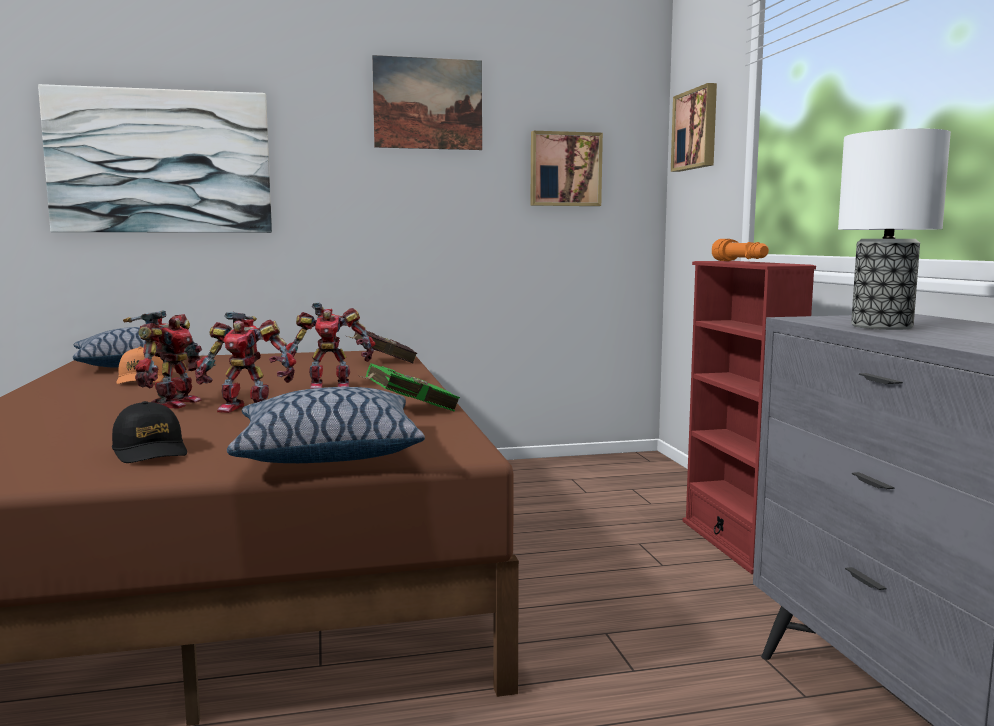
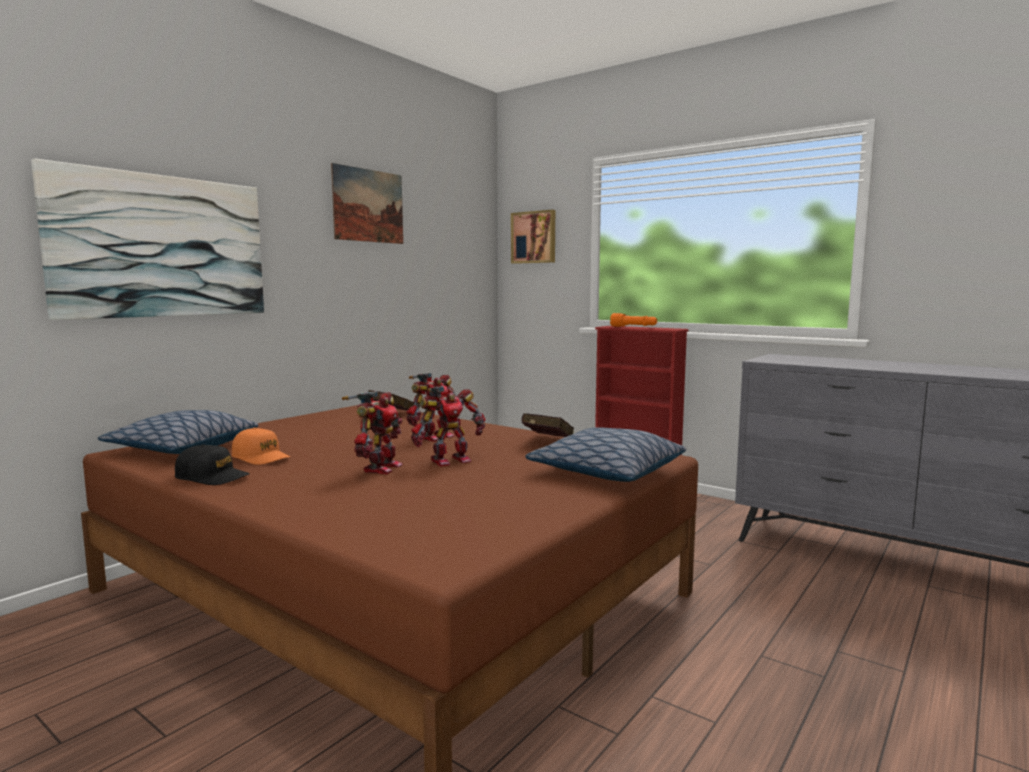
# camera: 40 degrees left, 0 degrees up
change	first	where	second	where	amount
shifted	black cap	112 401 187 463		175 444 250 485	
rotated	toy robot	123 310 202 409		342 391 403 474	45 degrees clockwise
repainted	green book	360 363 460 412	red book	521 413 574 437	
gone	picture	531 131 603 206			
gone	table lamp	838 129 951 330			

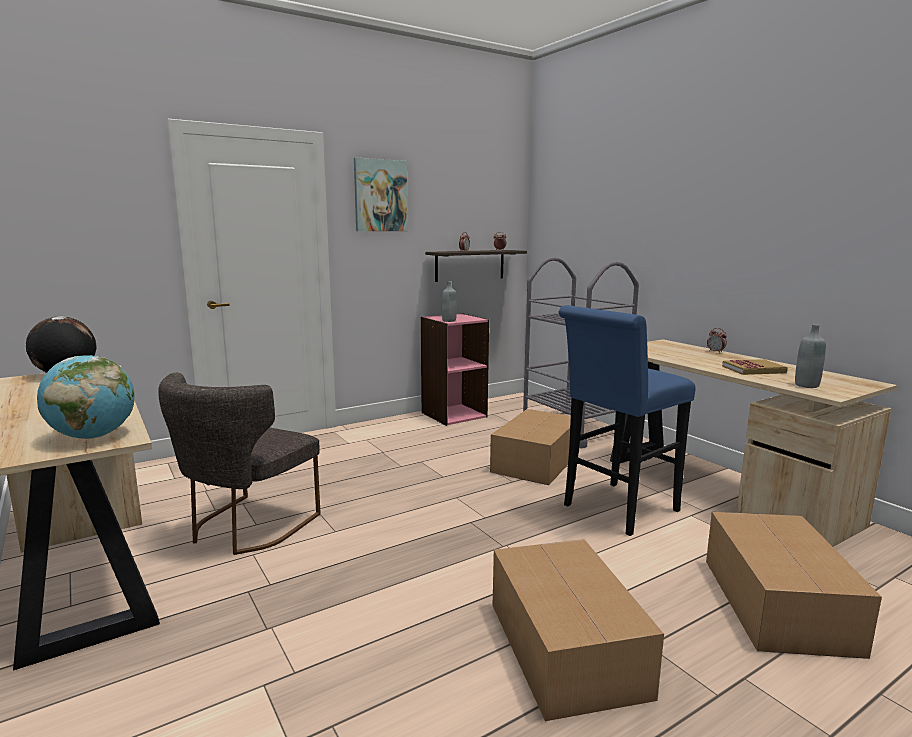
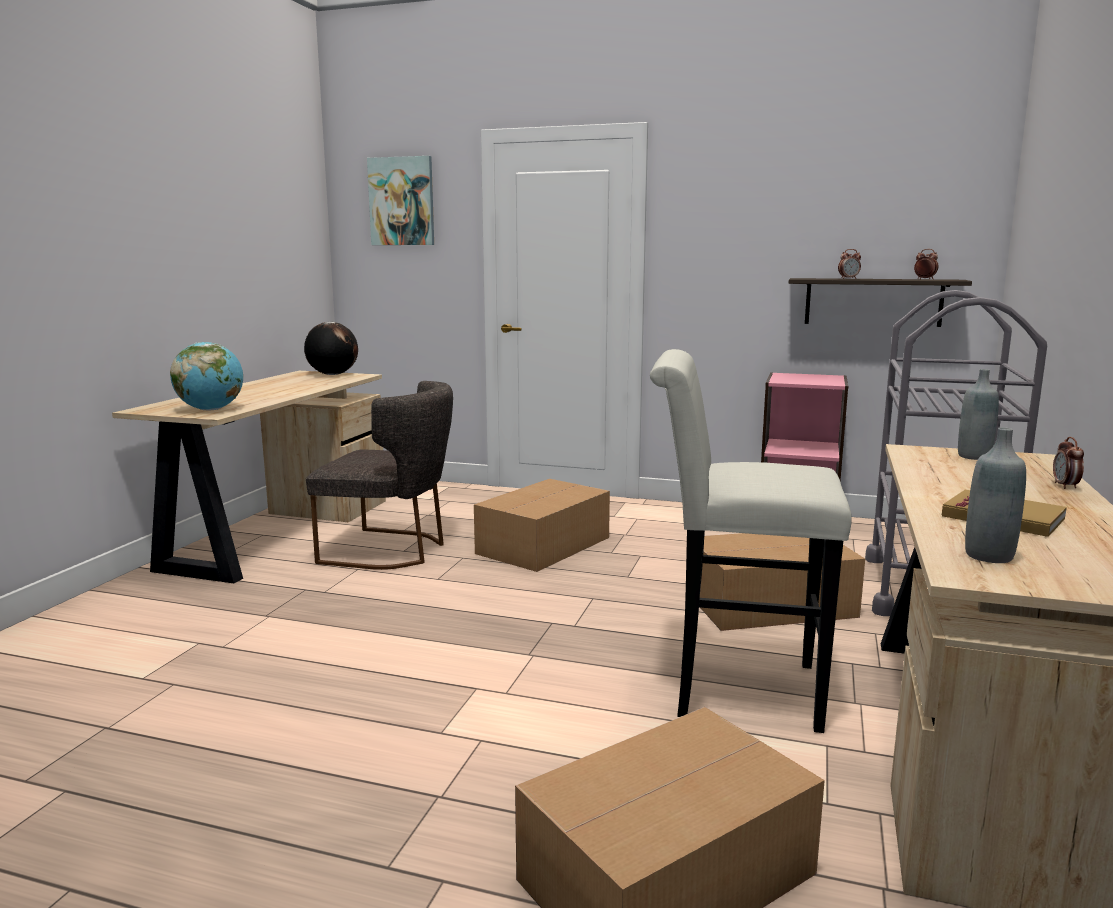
# camera: 50 degrees right, 0 degrees up
change	first	where	second	where	amount
rotated	grey chair	158 373 321 555		306 381 453 570	150 degrees counterclockwise
shifted	picture	354 158 408 231		367 156 434 245	
shifted	cardboard box	493 539 664 721		474 479 610 572	
repainted	blue stool	559 305 695 536	white stool	650 349 852 733	
shifted	grey bottle	442 281 457 322		958 369 999 460	

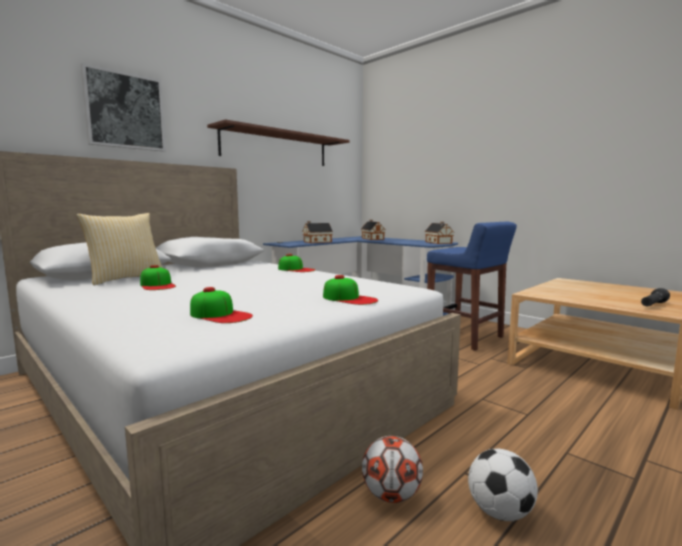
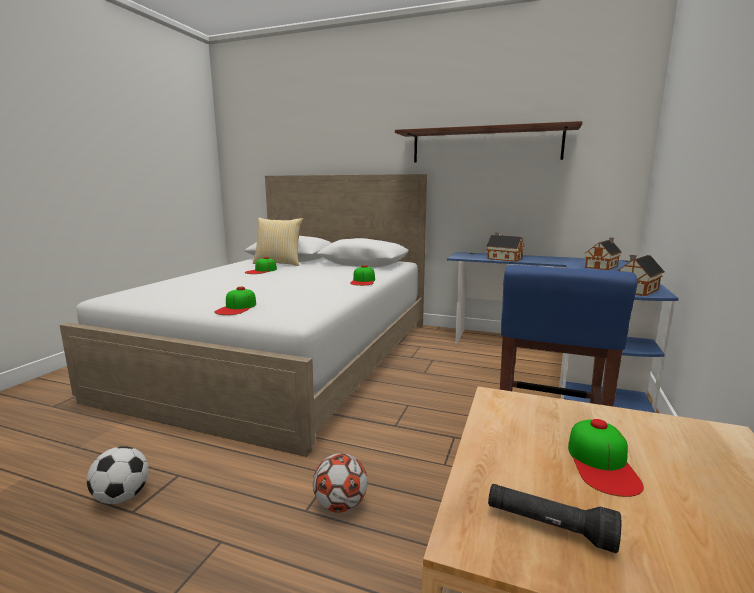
# camera: 65 degrees right, 5 degrees up
change	first	where	second	where	amount
shifted	football	362 436 423 503		313 453 368 513	
shifted	cap	190 287 253 323		568 419 644 497	
gone	picture	81 63 166 152			

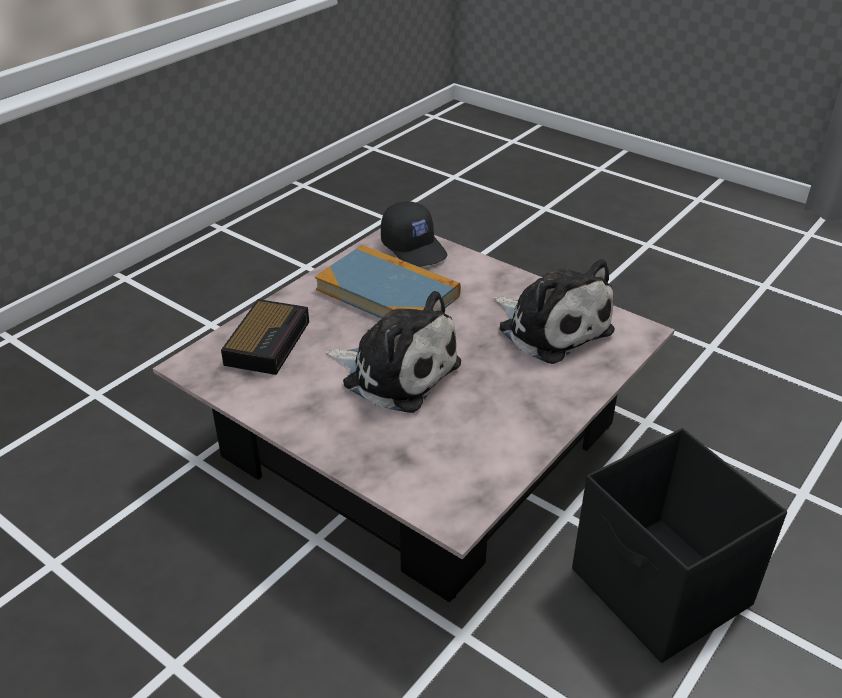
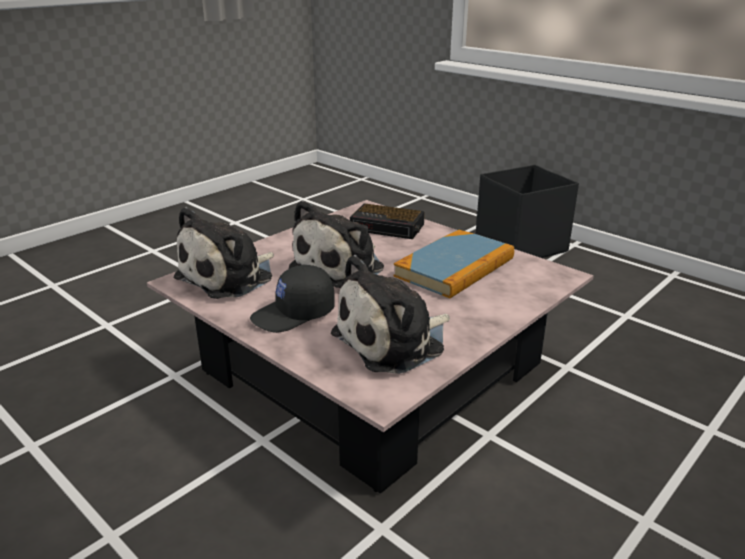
# camera: 95 degrees right, 10 degrees down
change	first	where	second	where	amount
new			plush toy	174 207 274 299	
shifted	black cap	381 201 447 267		250 265 335 333	
shifted	black storage box	572 428 787 663		476 165 579 258	

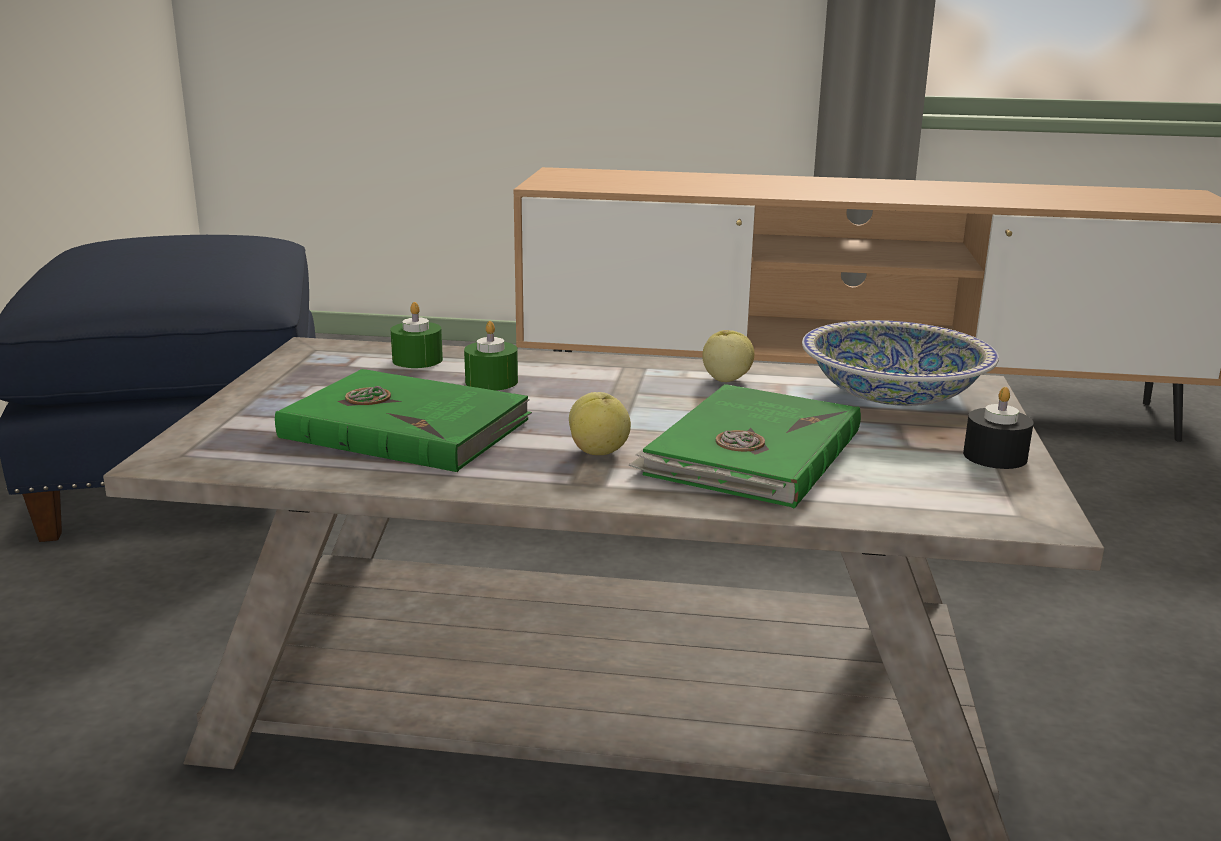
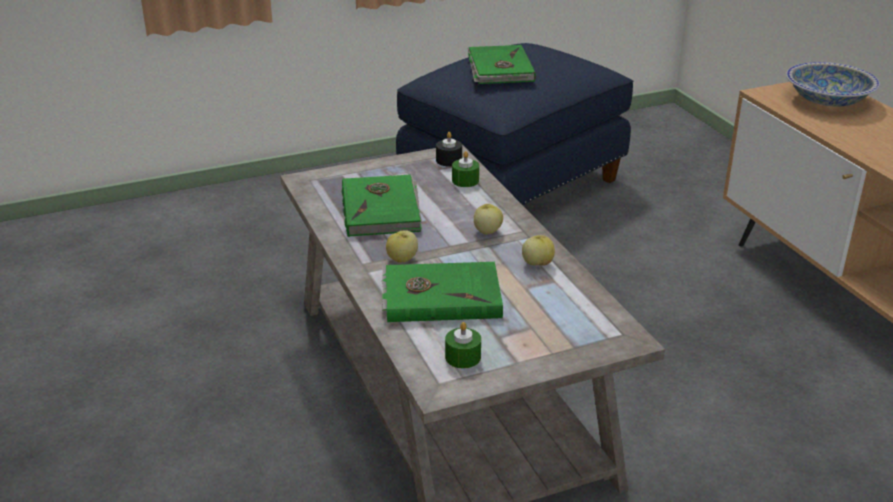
# camera: 60 degrees right, 10 degrees up
change	first	where	second	where	amount
shifted	black candle	963 387 1034 469		436 132 462 167	
shifted	green candle	464 321 518 391		445 322 481 368	
new			green book	468 45 536 84	
new			apple	474 204 503 234	
shifted	bowl	802 320 999 406		786 62 880 107	

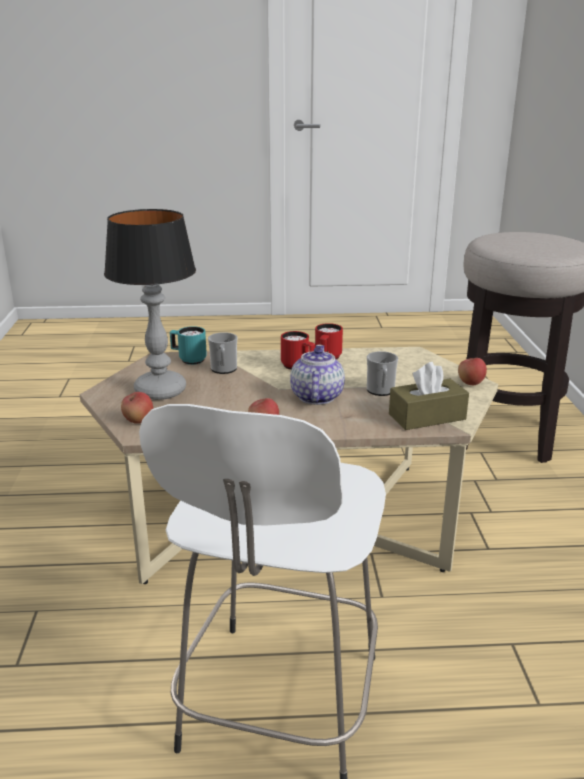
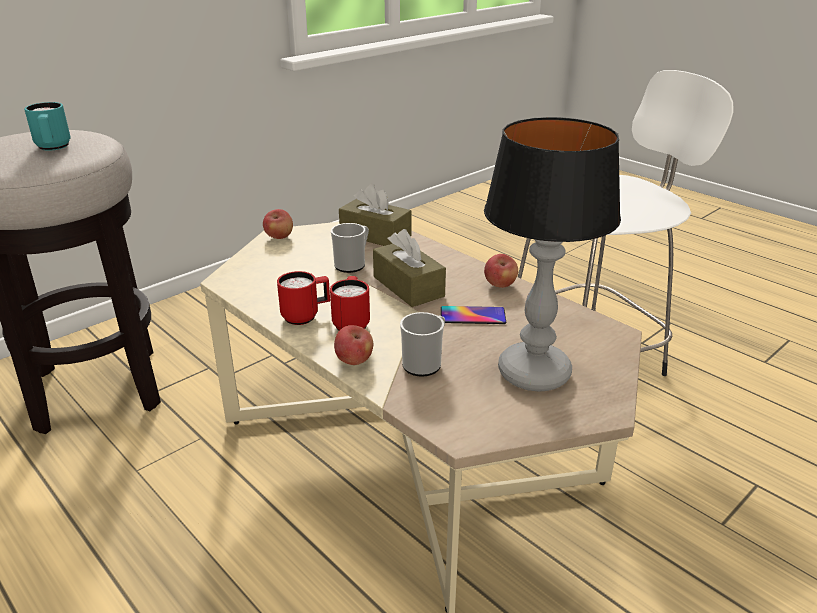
# camera: 130 degrees left, 5 degrees up
change	first	where	second	where	amount
shifted	turquoise mug	170 326 207 365		24 102 70 151	
shifted	apple	121 392 153 424		334 325 373 365	
swapped	teapot	290 345 345 405	brown tissue box	373 229 446 307	
new			phone	441 306 506 324	

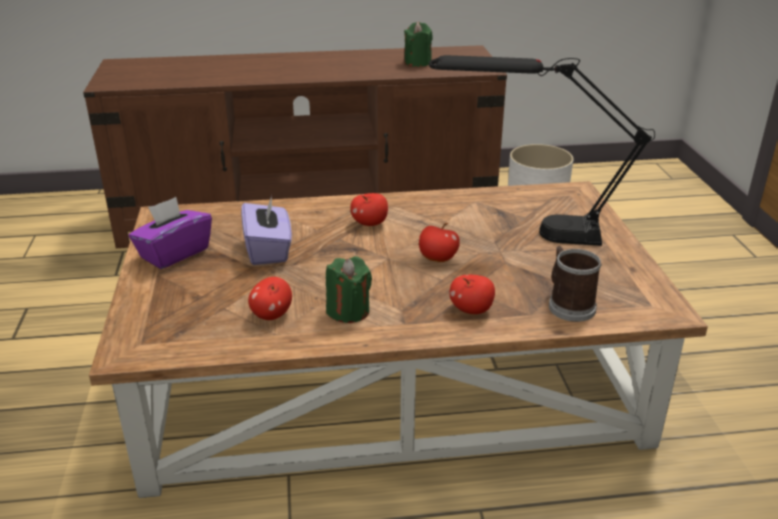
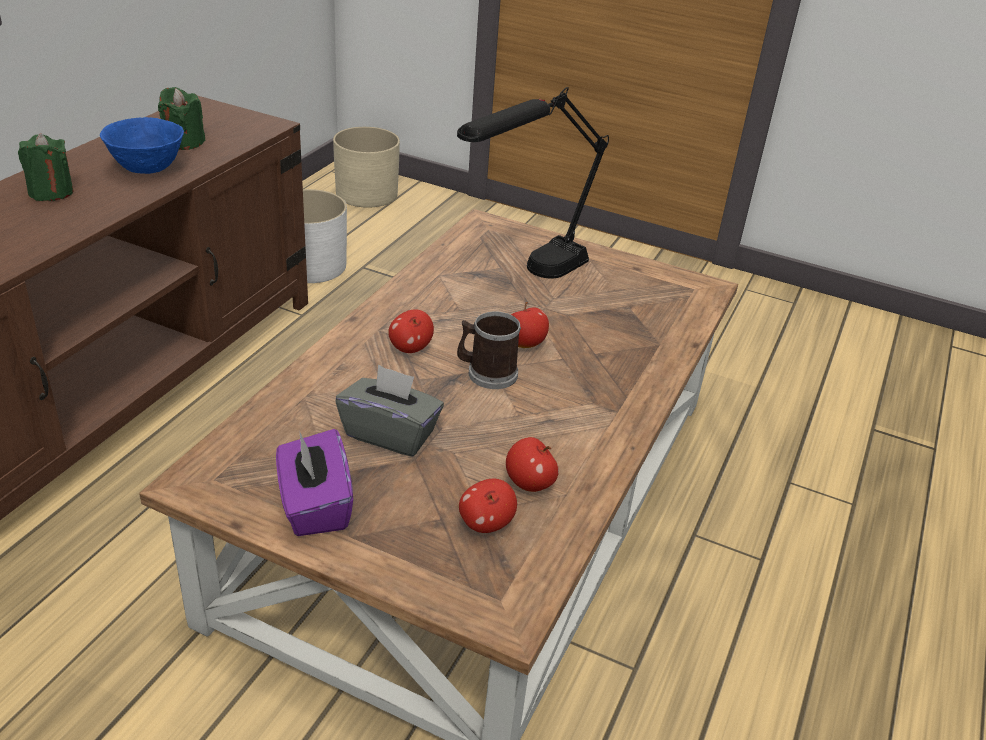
# camera: 60 degrees left, 5 degrees up
change	first	where	second	where	amount
shifted	green candle	326 256 372 323		18 133 73 201	
new			blue bowl	100 117 184 174	
new			beige planter	333 127 400 208	
repainted	purple tissue box	241 195 292 265	grey tissue box	336 364 444 456	
shifted	mug	549 246 602 322		457 311 521 389	
shifted	apple	449 275 495 314		459 479 517 533	

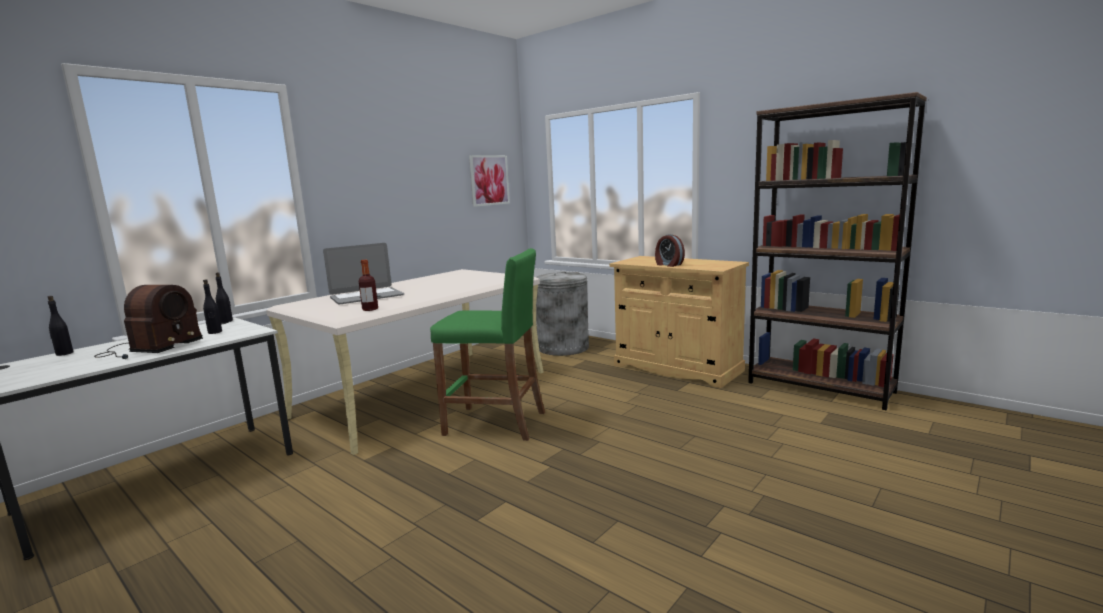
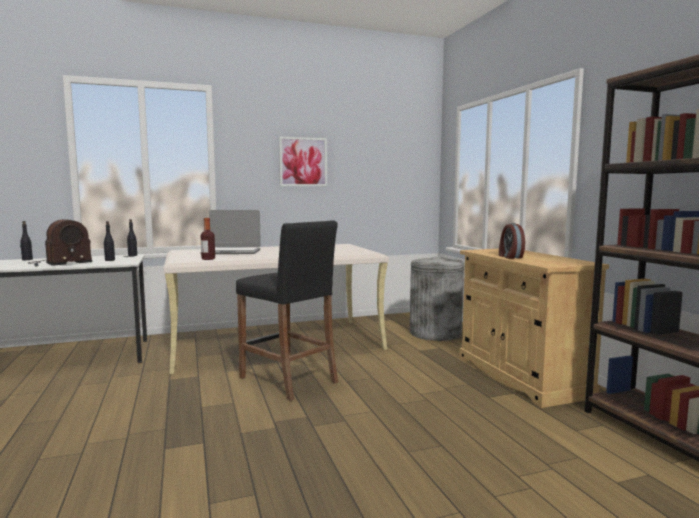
# camera: 30 degrees right, 5 degrees down
change	first	where	second	where	amount
repainted	green stool	430 248 545 441	black stool	236 220 338 401	
shifted	picture	469 155 510 207		279 137 327 186	

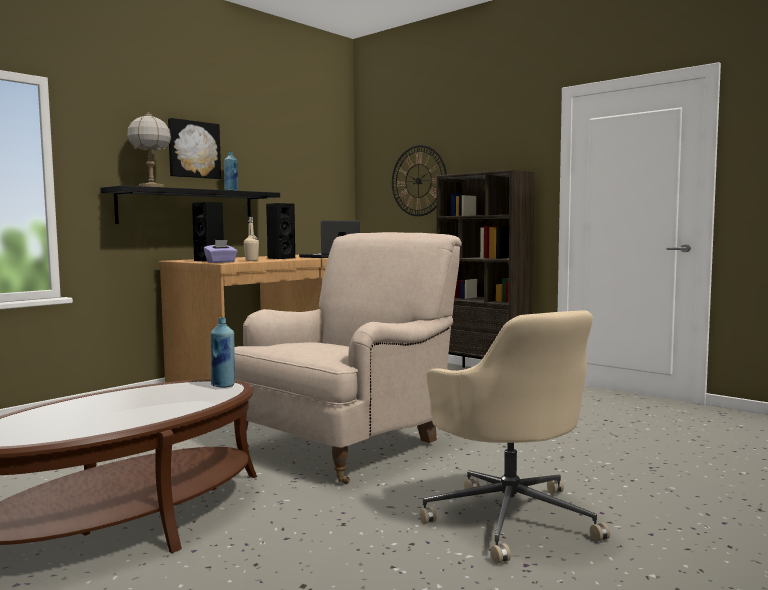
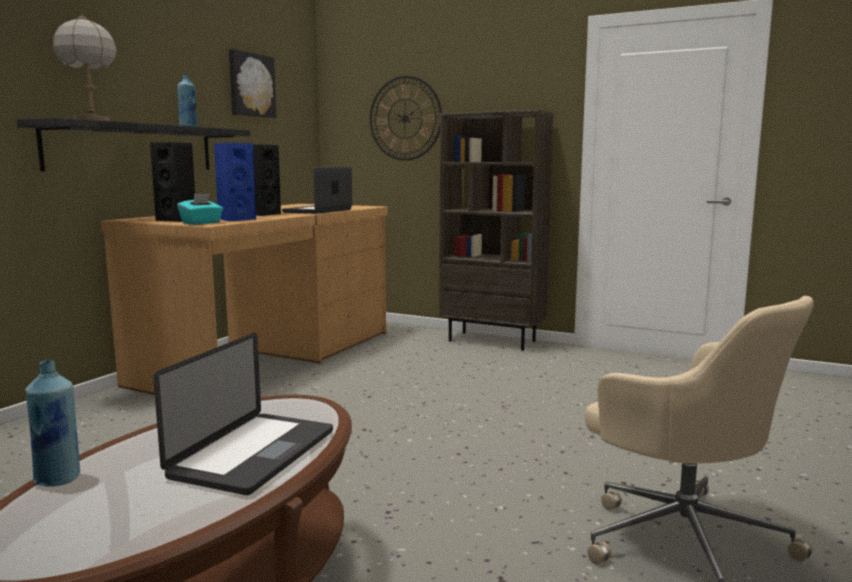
# camera: 15 degrees left, 5 degrees up
change	first	where	second	where	amount
shifted	blue bottle	210 318 235 388		25 360 80 487	
new			laptop	153 333 333 495	
repainted	purple tissue box	204 240 237 263	turquoise tissue box	177 193 223 225	
swapped	beige bottle	244 217 259 261	blue speaker	214 143 256 221	
shifted	picture	168 118 221 179		229 49 277 118	
gone	beige armchair	234 232 462 484			

